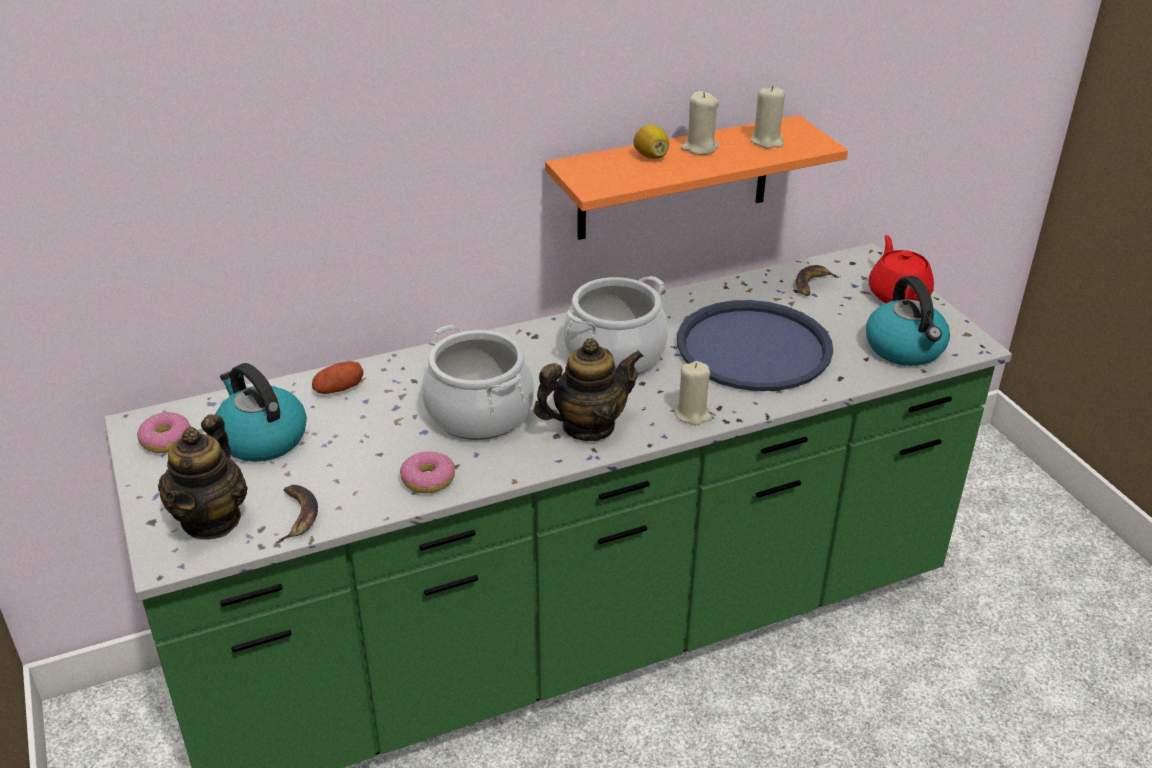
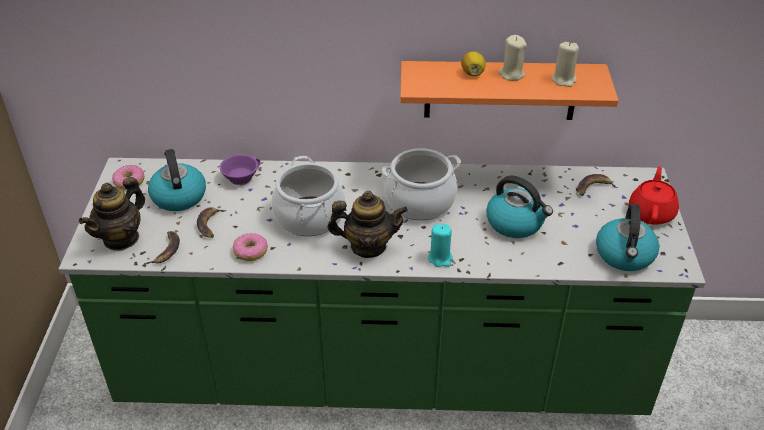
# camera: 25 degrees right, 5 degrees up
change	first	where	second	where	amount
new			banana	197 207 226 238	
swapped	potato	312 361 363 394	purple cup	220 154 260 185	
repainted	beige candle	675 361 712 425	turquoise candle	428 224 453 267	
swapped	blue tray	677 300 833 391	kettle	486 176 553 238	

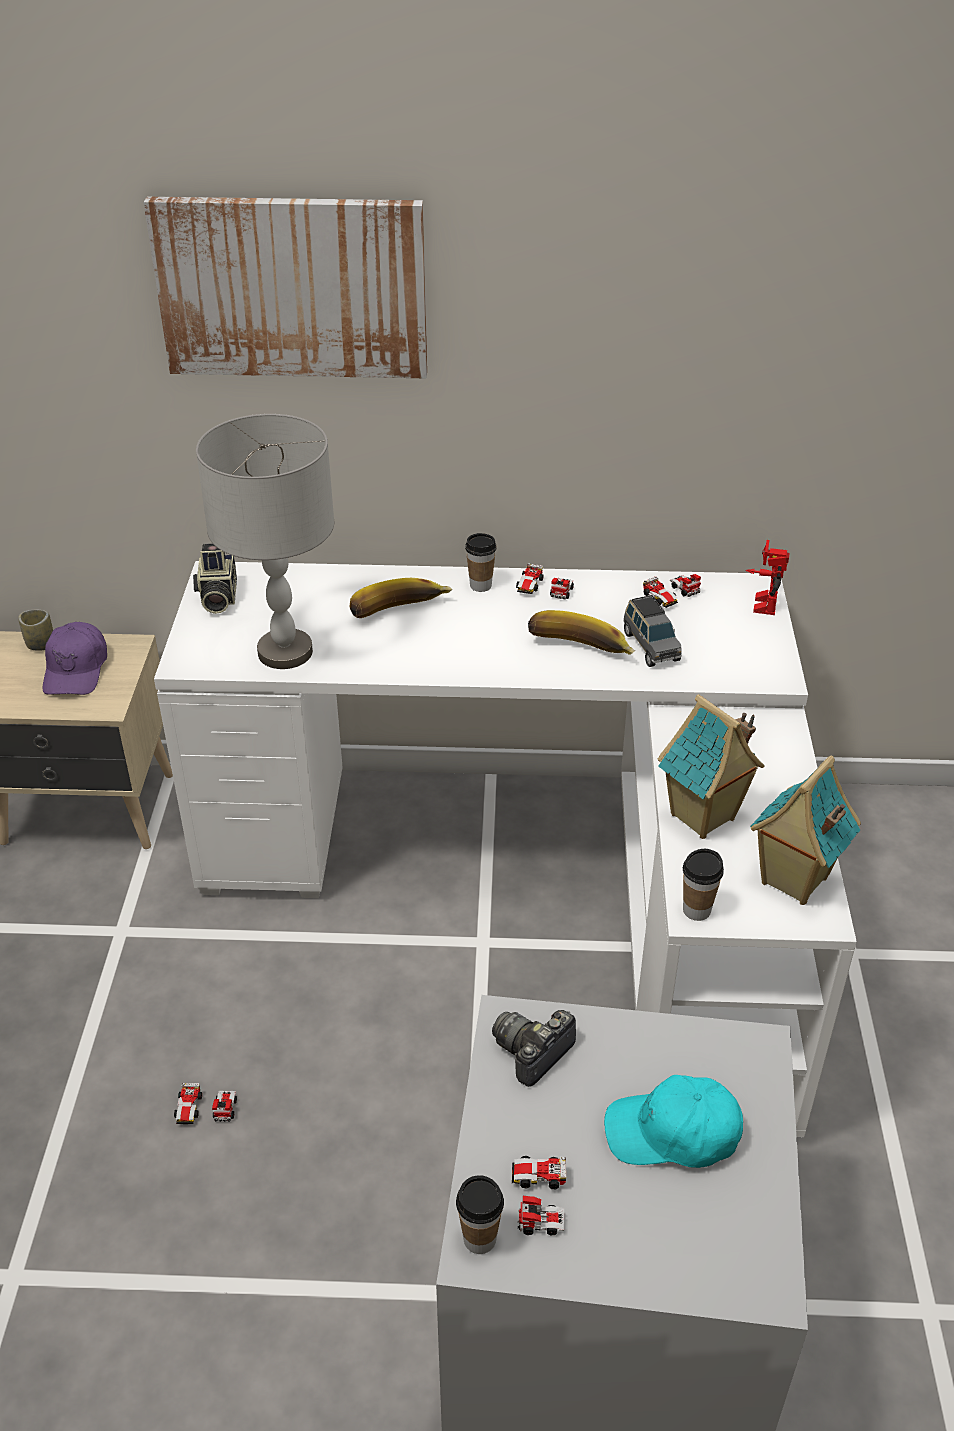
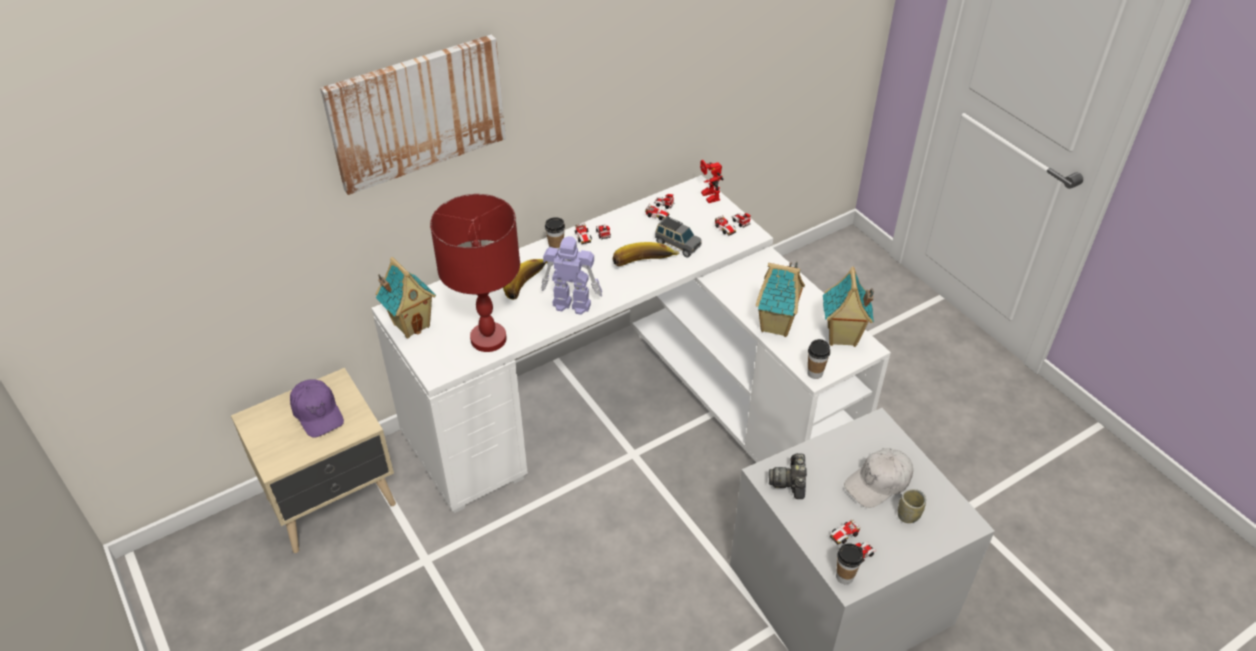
# camera: 35 degrees left, 5 degrees up
change	first	where	second	where	amount
swapped	photo camera	193 543 237 614	toy house	375 257 436 338	
repainted	grey table lamp	196 414 334 669	red table lamp	430 194 520 352	
new			toy robot	541 236 602 315	
shifted	toy car	174 1083 237 1124		715 213 751 236	
repainted	turquoise cap	604 1075 743 1168	white cap	844 448 913 508	
shifted	cup	18 610 53 650		898 489 926 523	

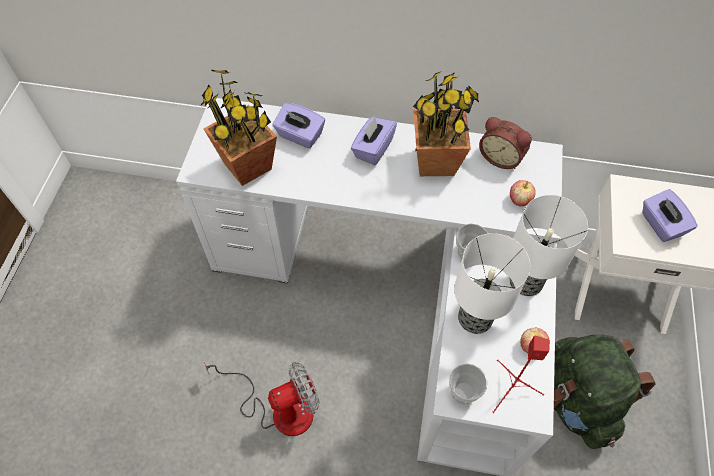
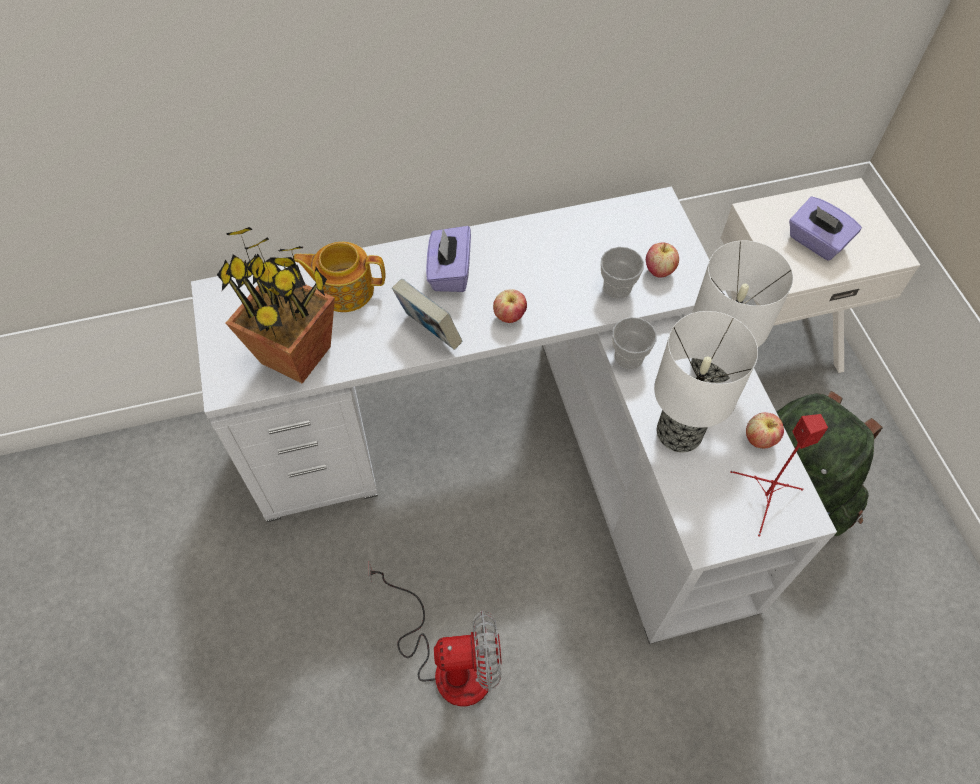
# camera: 25 degrees left, 0 degrees up
change	first	where	second	where	amount
swapped	purple tissue box	272 103 325 148	teapot	292 242 386 312	
rotated	fan	203 361 319 436		368 561 502 707	45 degrees clockwise
new			book	392 279 462 350	
new			apple	493 289 527 323	
shifted	cup	449 363 488 405		601 247 644 299	
gone	potted plant	413 71 479 176			
gone	alarm clock	479 117 532 169			

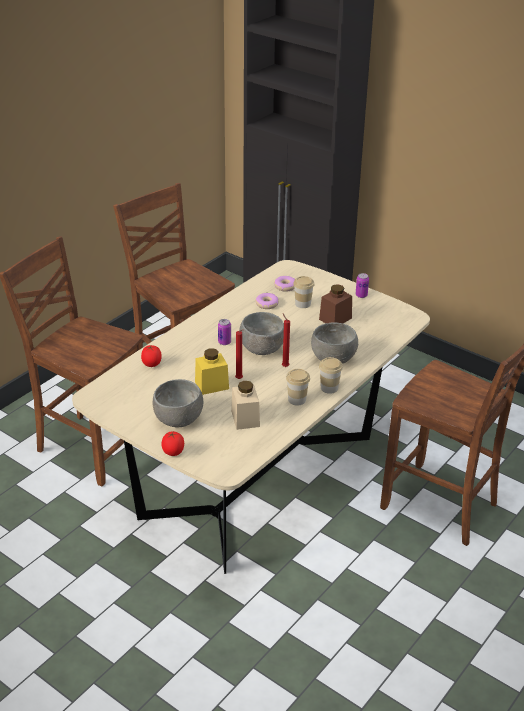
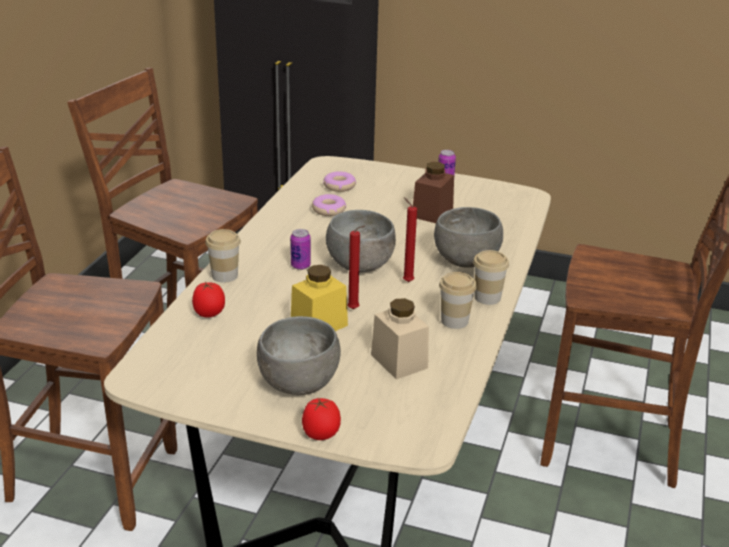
# camera: 20 degrees left, 5 degrees down
change	first	where	second	where	amount
shifted	cup	293 276 315 308		205 229 241 283	

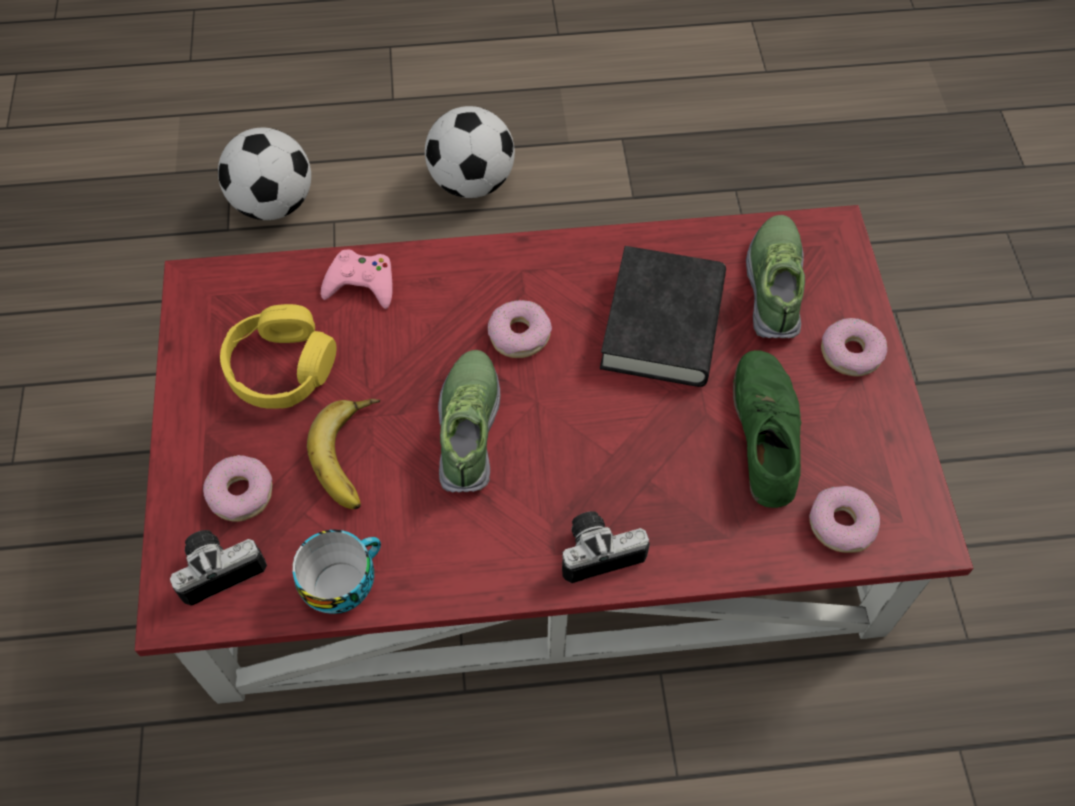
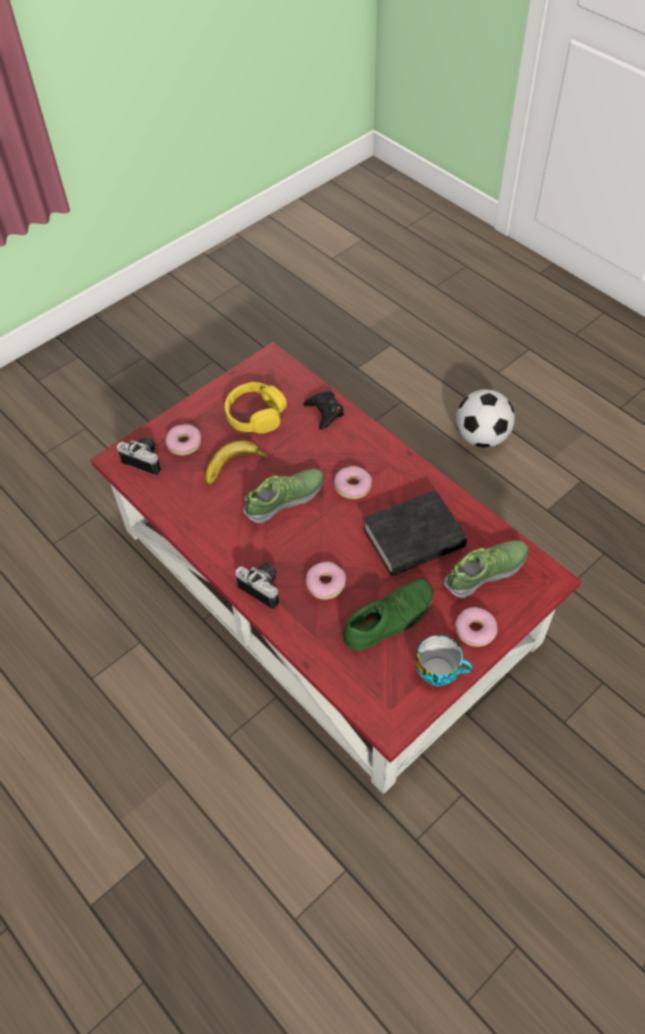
# camera: 55 degrees right, 5 degrees down
change	first	where	second	where	amount
repainted	pink game controller	321 250 392 309	black game controller	303 391 344 430	
shifted	donut	809 486 880 553		306 562 346 600	
shifted	cup	292 530 381 614		415 635 472 686	
gone	football	218 128 311 220			

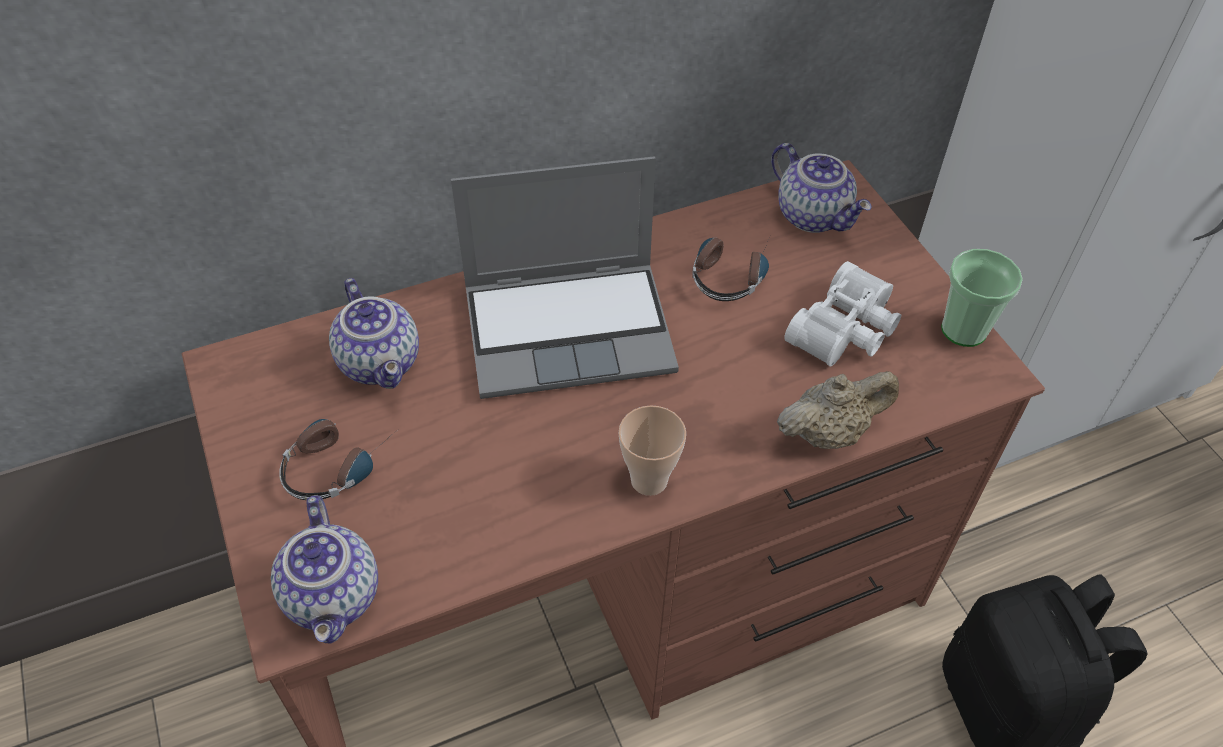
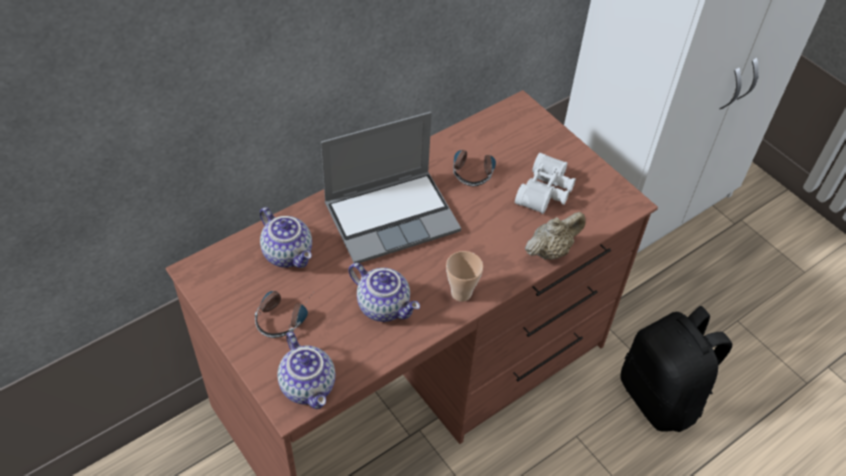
# camera: 15 degrees left, 0 degrees up
change	first	where	second	where	amount
shifted	teapot	771 143 871 233		348 263 420 322	
gone	cup	941 249 1023 347			

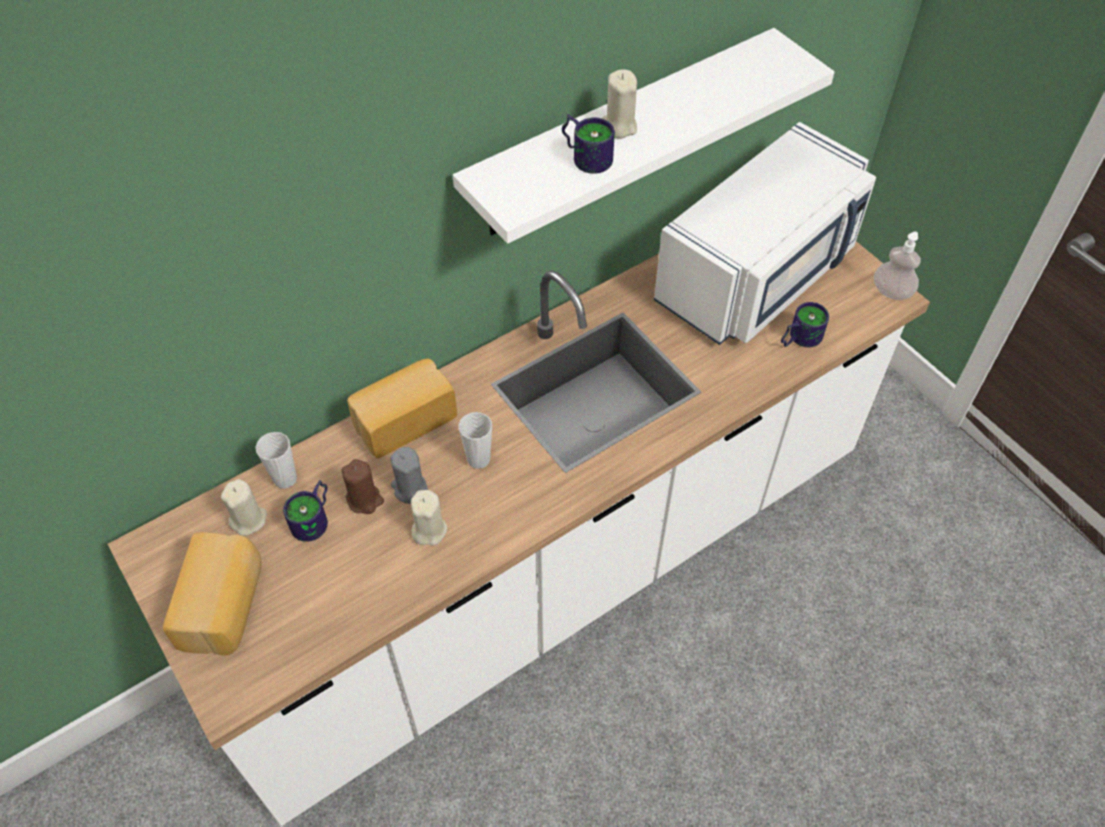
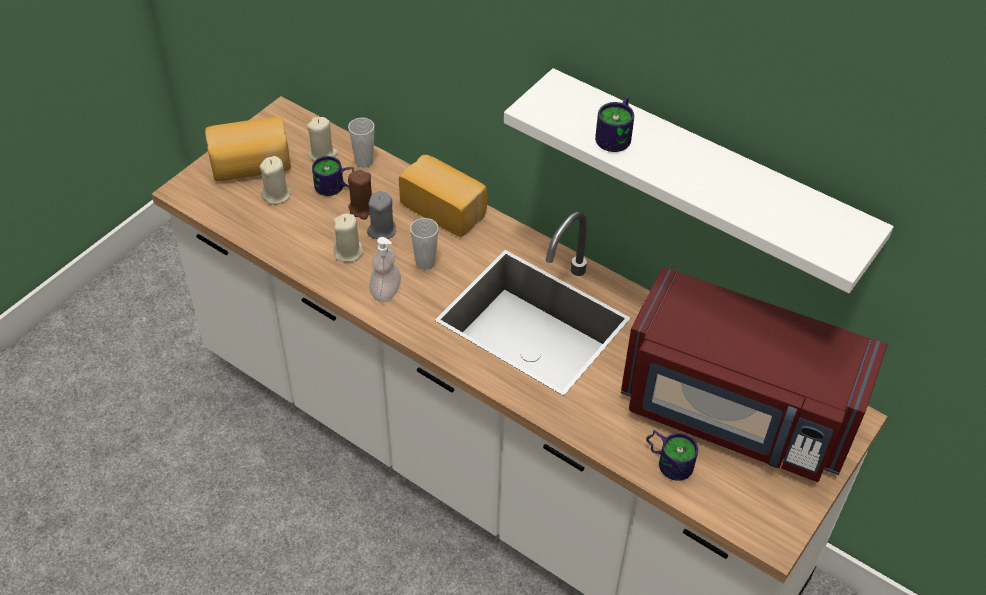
# camera: 70 degrees right, 5 degrees down
change	first	where	second	where	amount
shifted	beige candle	602 69 637 138		260 156 291 205	
shifted	soap dispenser	874 231 921 300		369 237 401 302	
repainted	white microwave	654 122 876 345	red microwave	621 267 887 482	

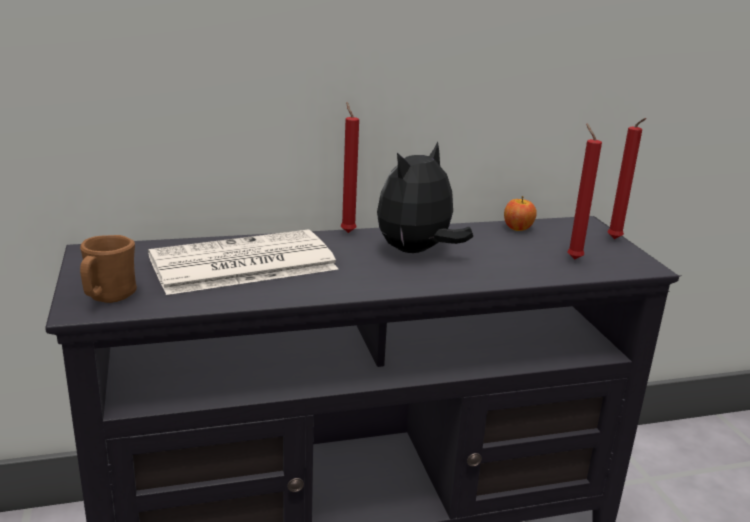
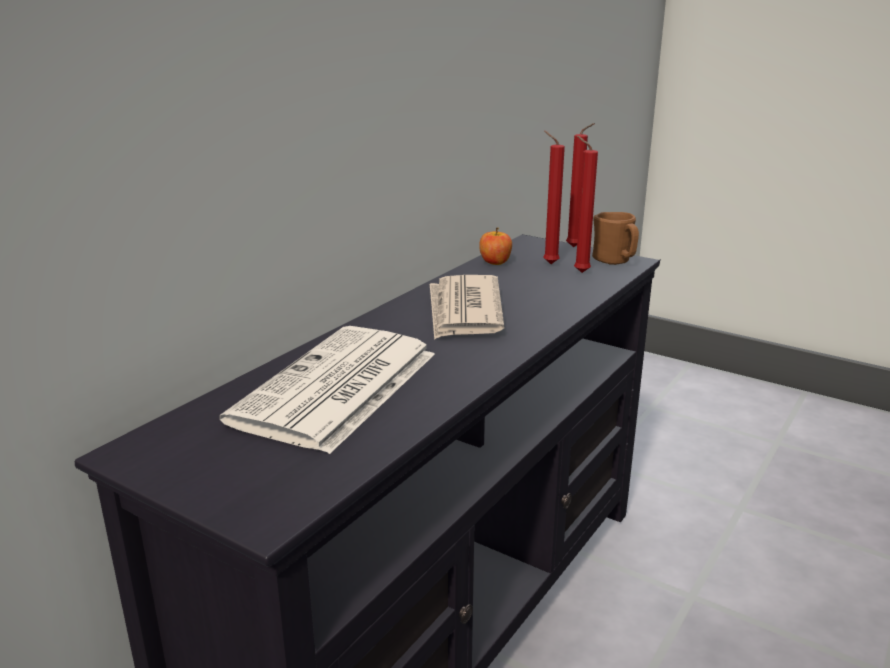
# camera: 40 degrees left, 0 degrees up
change	first	where	second	where	amount
swapped	plush toy	377 142 473 253	newspaper	430 275 504 340	
shifted	red candle	341 102 359 233		543 131 565 264	
shifted	brown mug	80 235 137 303		592 212 639 265	

